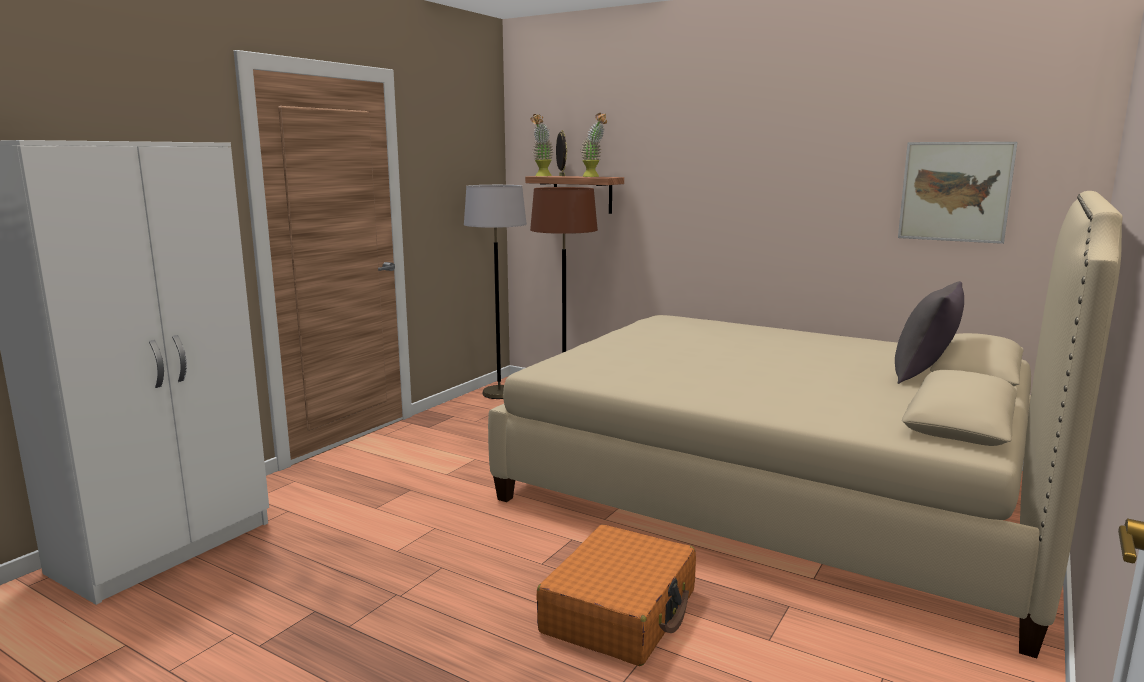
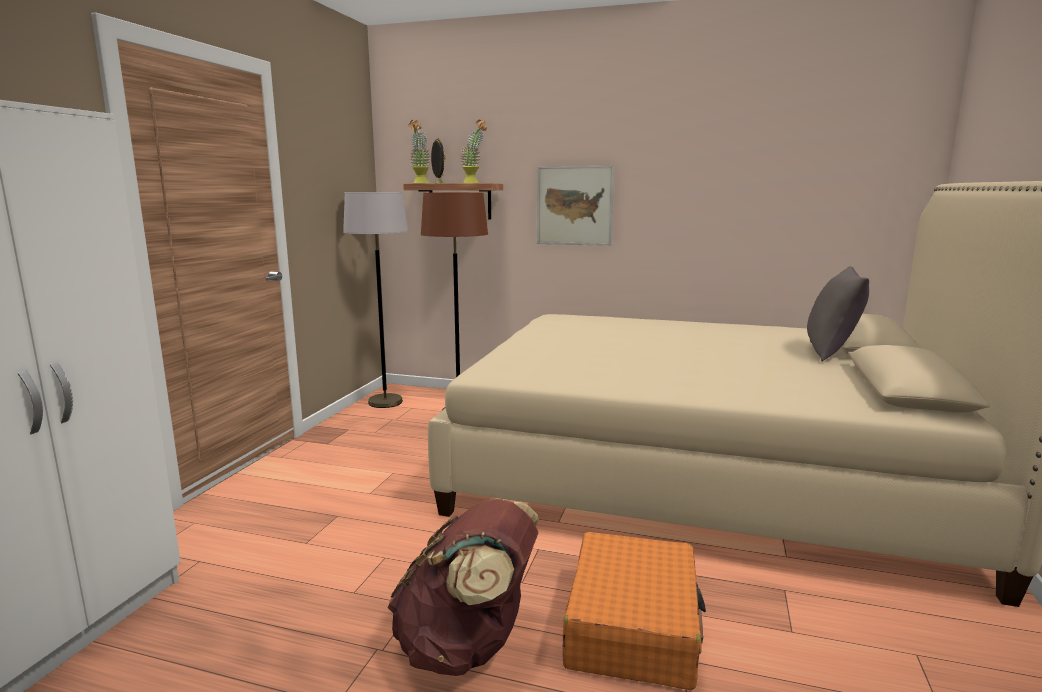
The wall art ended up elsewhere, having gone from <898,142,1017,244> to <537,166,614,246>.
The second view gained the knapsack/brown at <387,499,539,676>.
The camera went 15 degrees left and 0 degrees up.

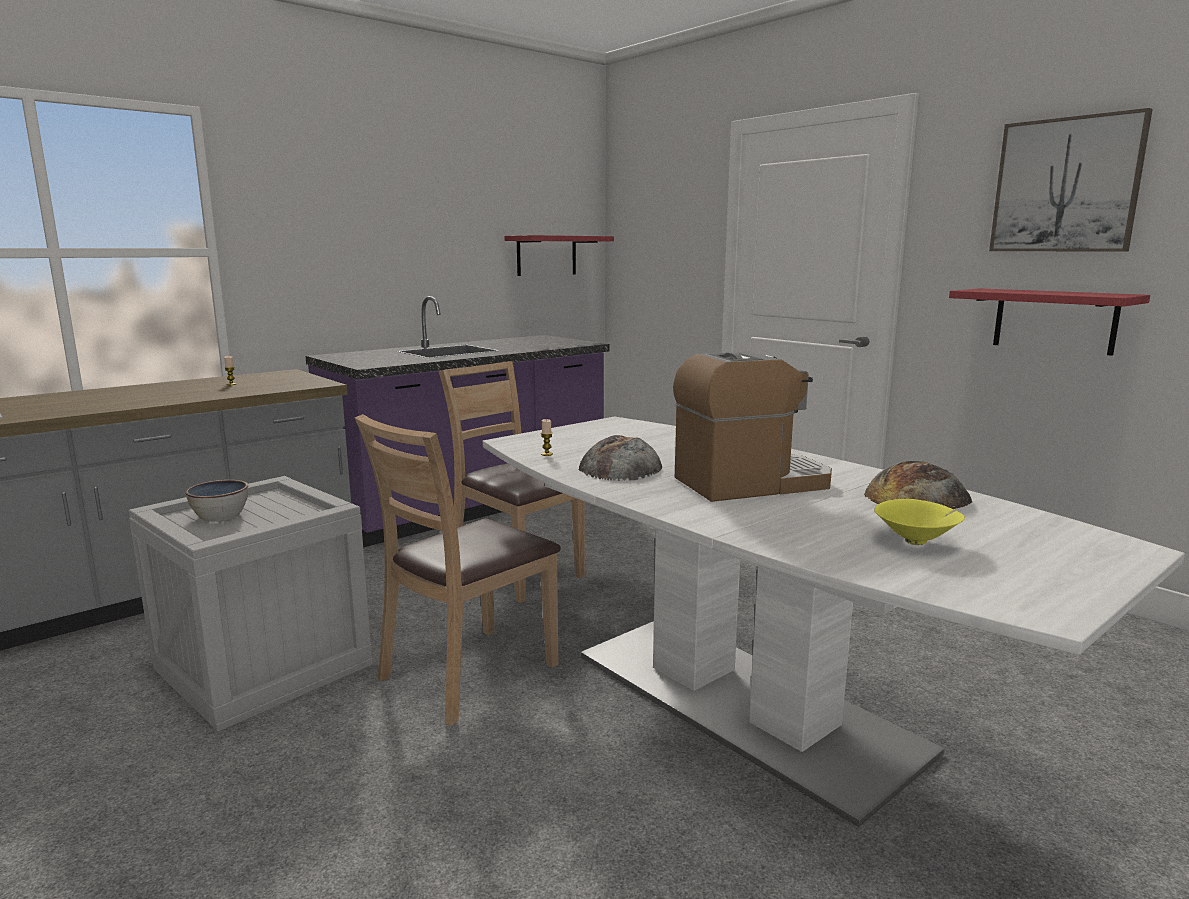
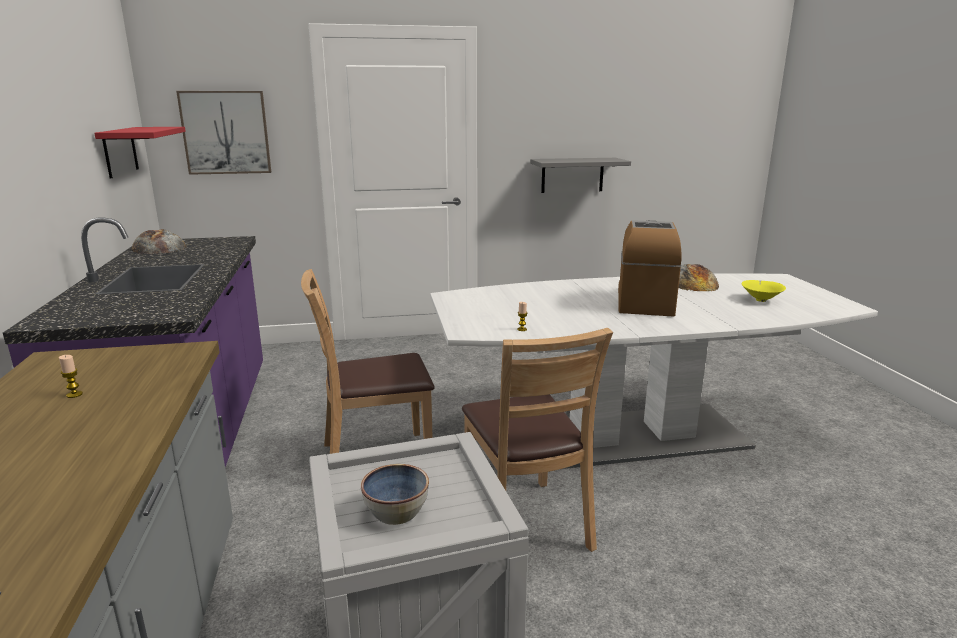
The baked bread ended up elsewhere, having gone from <578,435,662,481> to <131,229,186,254>.
What was the bracket shelf/reddish at <949,288,1150,356> turned into the bracket shelf/gray at <530,158,631,193>.
The wall art ended up elsewhere, having gone from <989,108,1153,252> to <176,91,271,175>.
The camera went 60 degrees left and 5 degrees up.

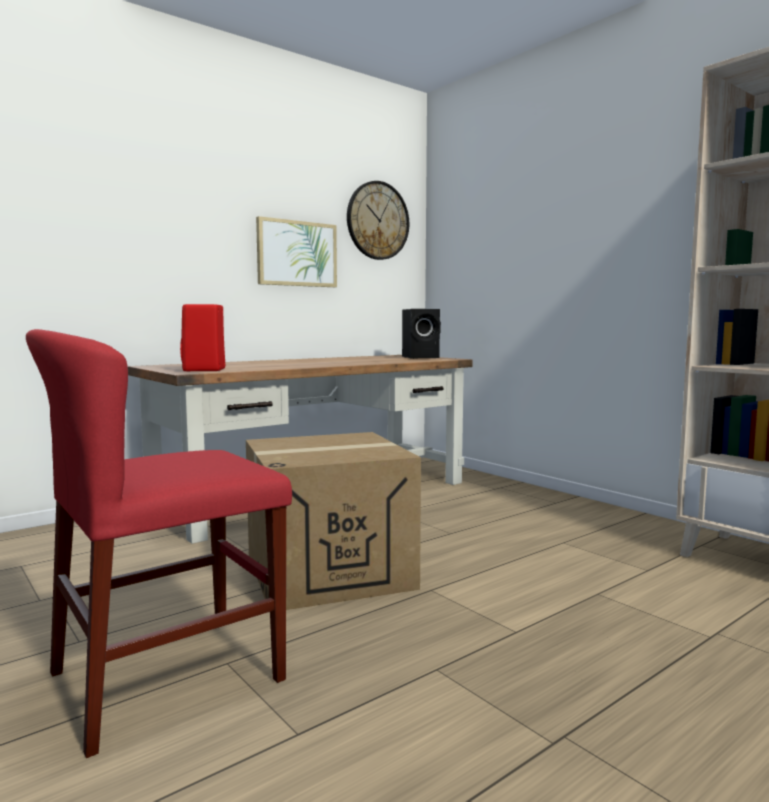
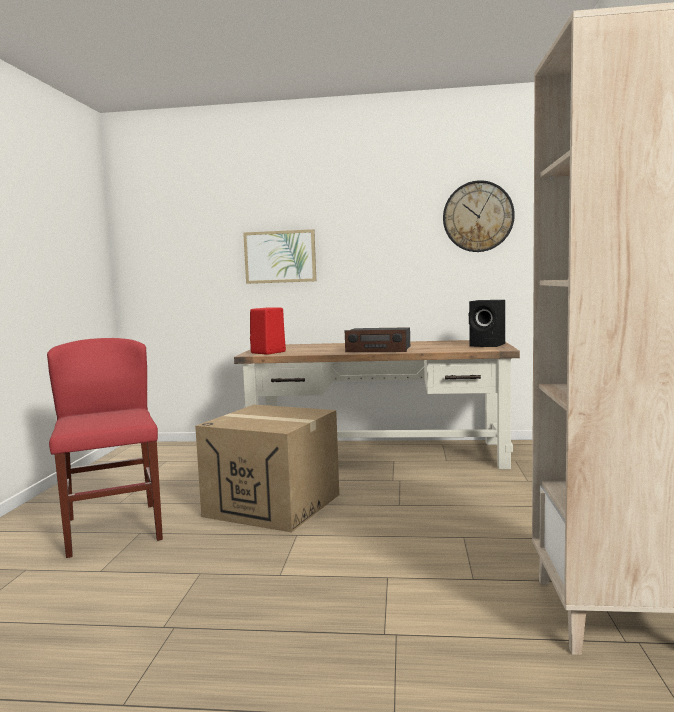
The upright chair/reddish at <26,329,292,758> ended up facing another way, 60 degrees clockwise from before.
The wall art ended up elsewhere, having gone from <256,216,337,287> to <243,229,316,284>.
The second view gained the radio set at <345,327,410,352>.
The camera went 45 degrees right and 0 degrees up.

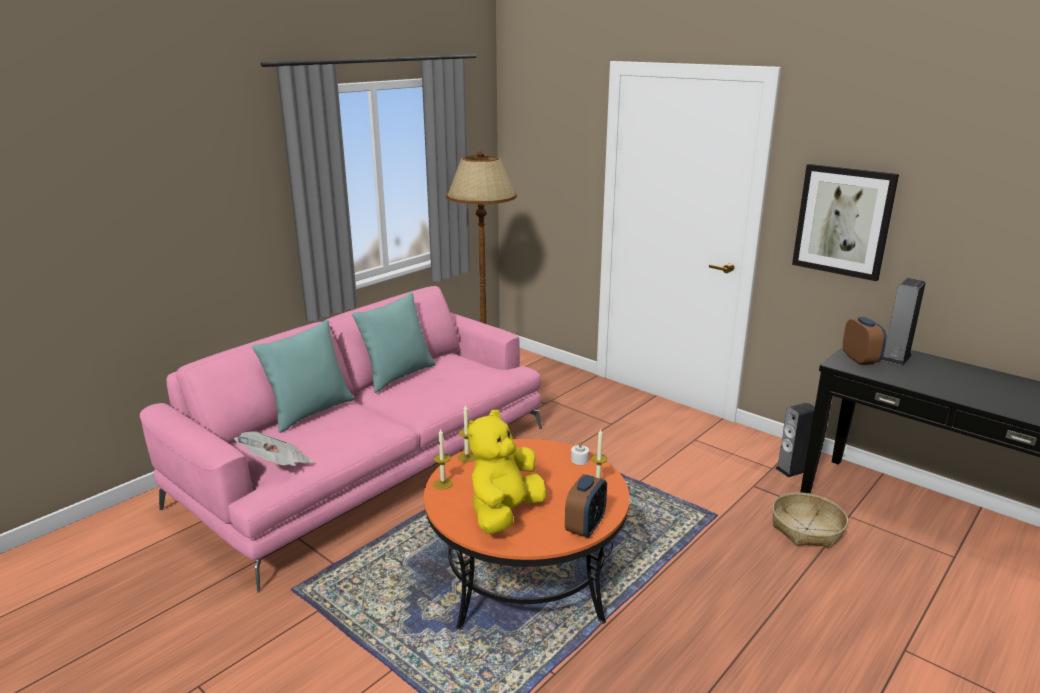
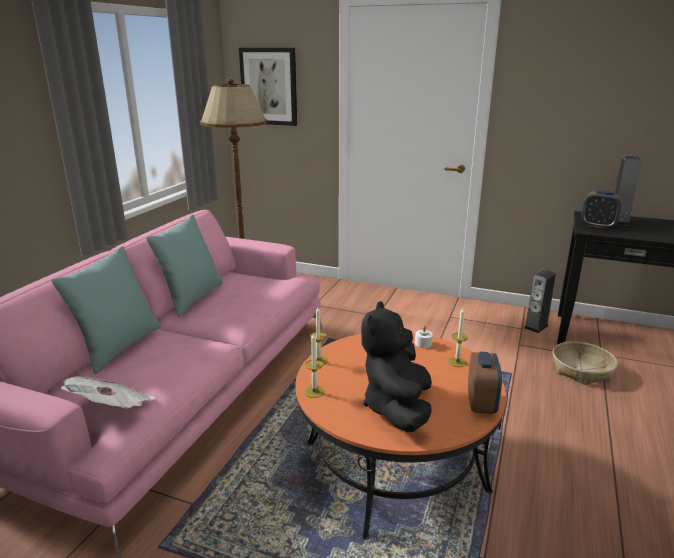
What was the plush toy/yellowish at <467,410,546,534> turned into the plush toy/black-coloured at <361,301,432,432>.
The wall art ended up elsewhere, having gone from <792,164,899,281> to <239,48,297,126>.
The alarm clock at <843,317,886,365> ended up facing another way, 150 degrees clockwise from before.
The camera went 20 degrees left and 0 degrees up.

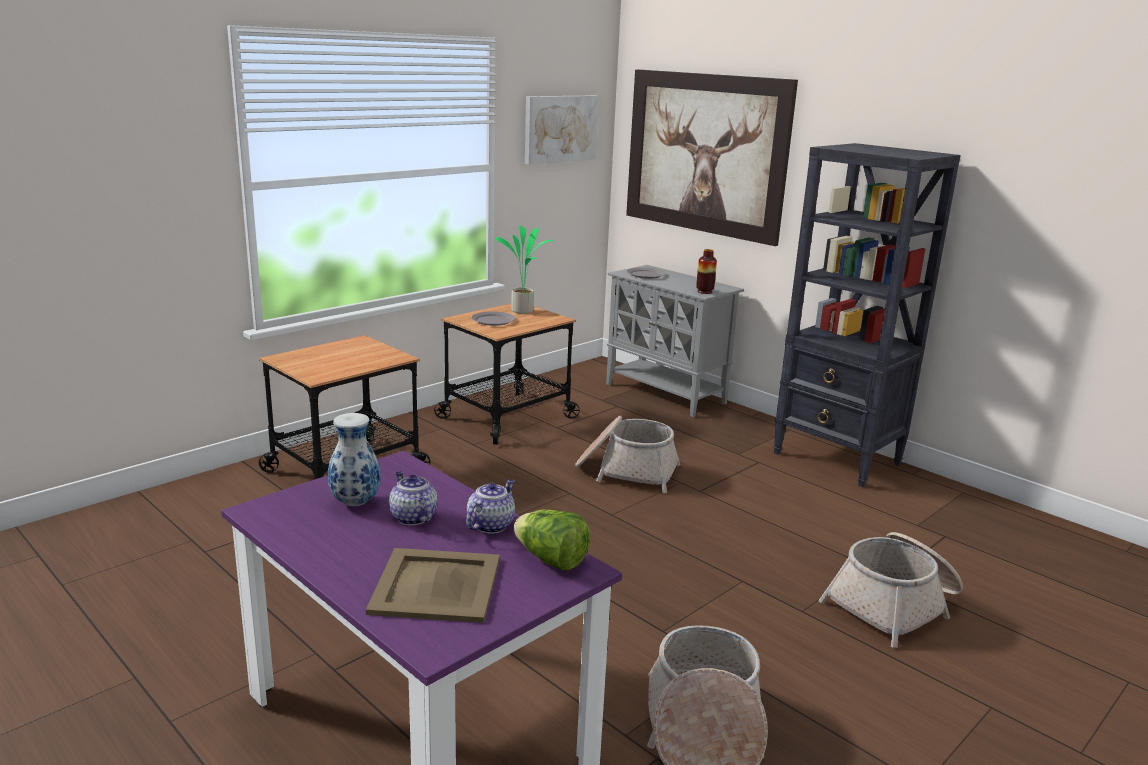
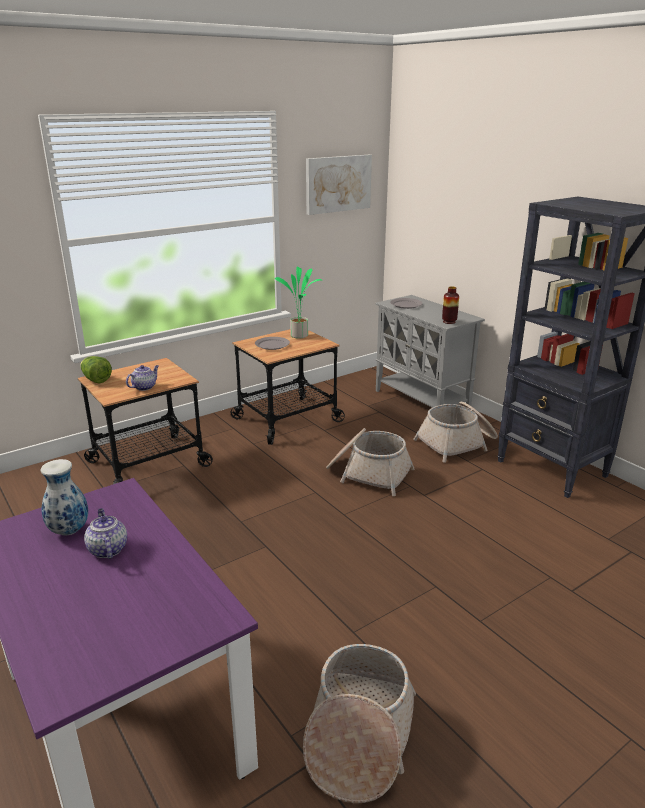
The second view lost the tray/beige at <366,548,500,623>.
The tea pot ended up elsewhere, having gone from <466,479,515,534> to <126,365,159,391>.
The lettuce head ended up elsewhere, having gone from <514,509,590,571> to <80,356,112,383>.
The second view lost the wall art at <626,69,798,246>.
The storage basket ended up elsewhere, having gone from <819,532,963,648> to <413,402,498,463>.
The camera went 10 degrees right and 5 degrees up.

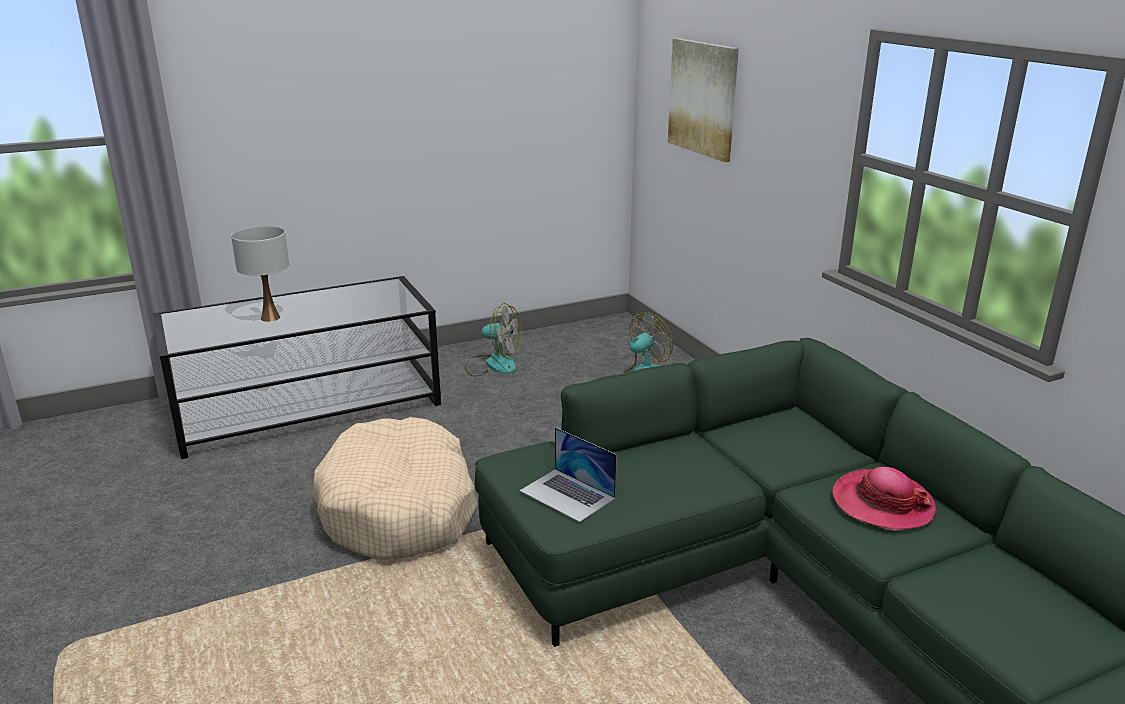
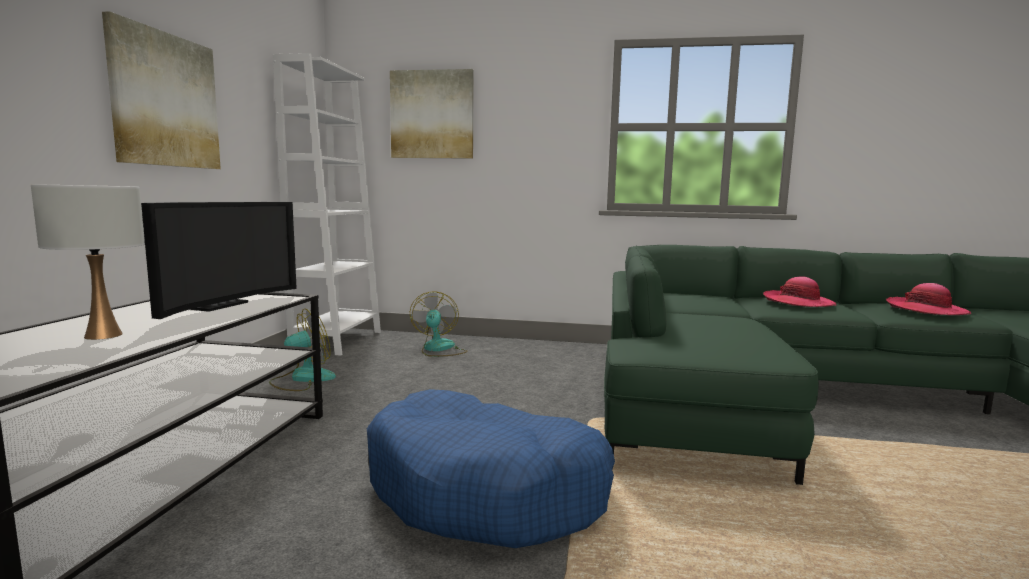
What was the dog bed/beige at <313,417,477,559> turned into the dog bed/bluish at <367,389,615,548>.
The second view lost the portable computer at <520,427,617,522>.
The second view gained the wall art at <102,11,221,169>.
The second view gained the TV at <141,202,297,319>.
The second view gained the bookshelf/white-coloured at <273,53,381,356>.
The second view gained the wearable hat at <886,283,971,315>.
The camera went 55 degrees left and 15 degrees down.

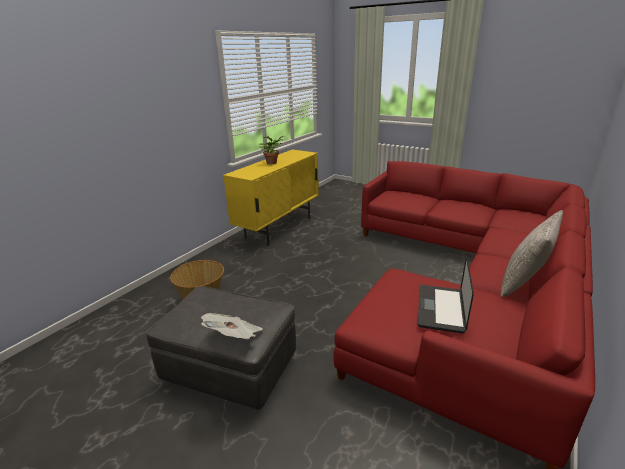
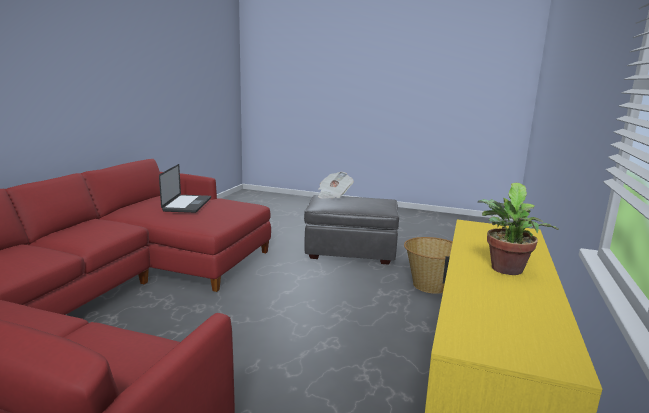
The second view lost the pillow/gray at <501,210,563,297>.
The camera went 165 degrees right and 10 degrees down.

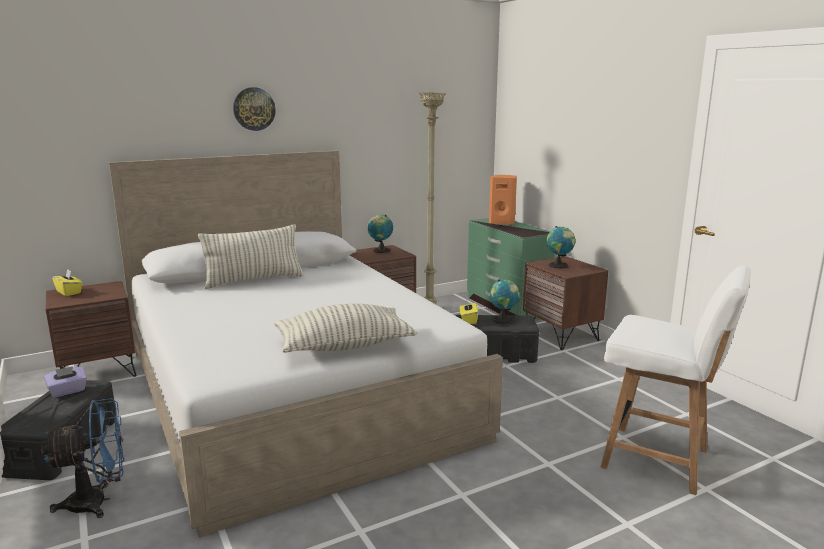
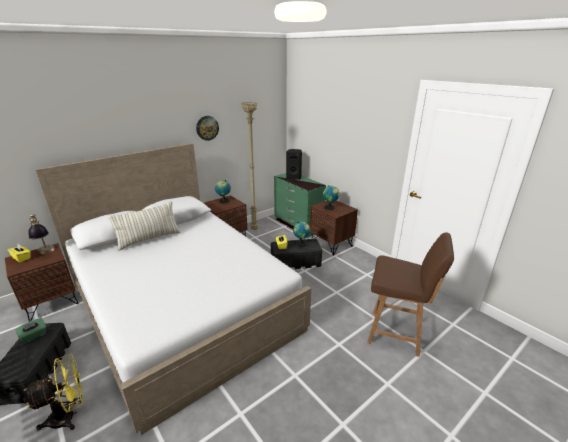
What was the electric fan/bluish at <41,398,124,518> turned into the electric fan/yellowish at <23,354,84,431>.
What was the box of tissues/purplish at <44,366,87,398> turned into the box of tissues/green at <15,318,46,343>.
The clock on the wall ended up elsewhere, having gone from <233,87,276,131> to <196,116,219,141>.
The second view lost the pillow at <274,303,417,353>.
What was the speaker/orangey at <489,175,517,225> turned into the speaker/black-coloured at <286,149,302,180>.
What was the upright chair/white-coloured at <600,266,751,495> turned into the upright chair/brown at <367,232,454,357>.
The second view gained the lamp for a table at <28,214,55,254>.
The camera went 10 degrees left and 10 degrees up.

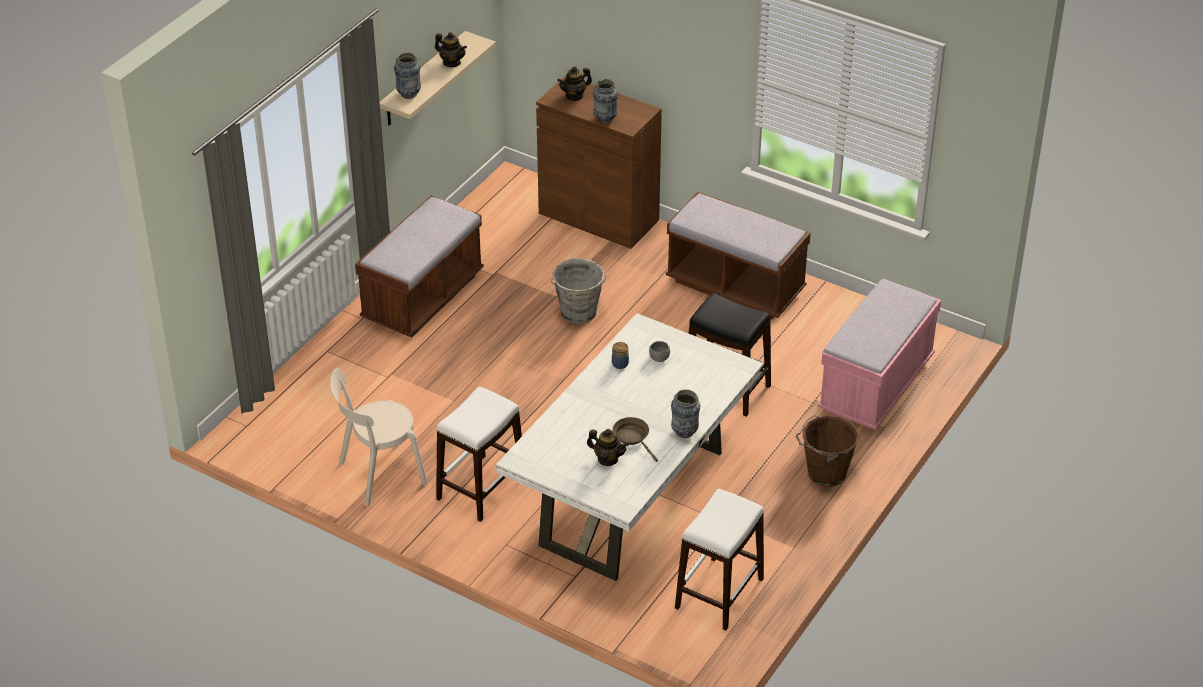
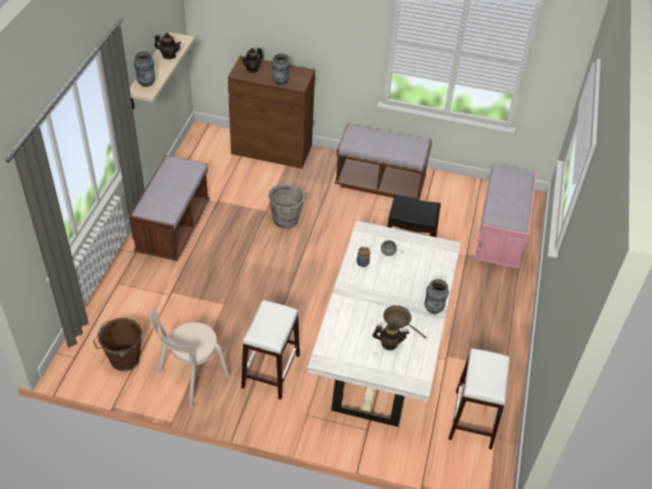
The bucket/brown ended up elsewhere, having gone from <796,415,859,487> to <93,318,142,371>.
The camera went 20 degrees left and 5 degrees up.

